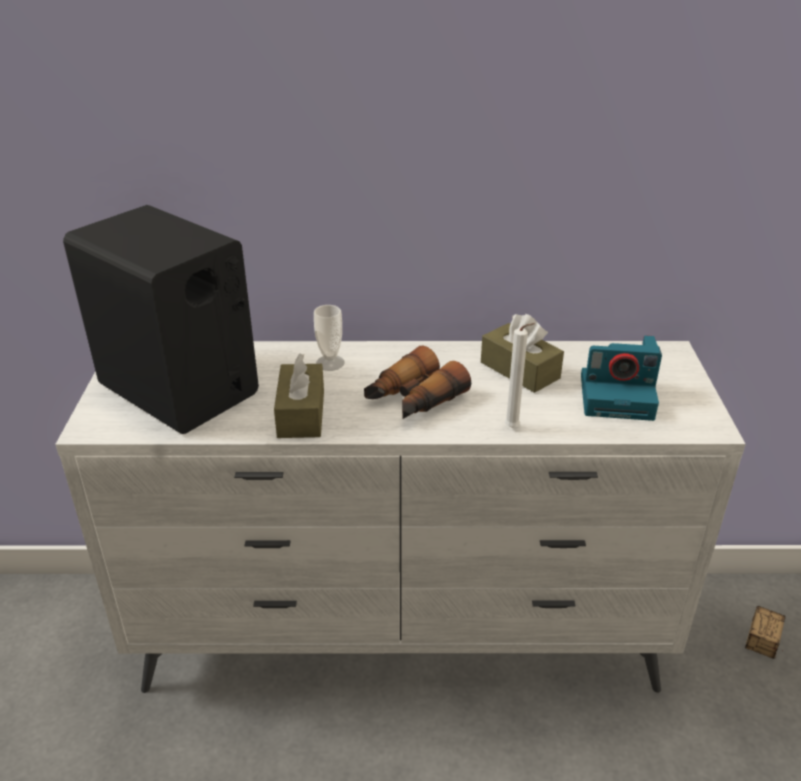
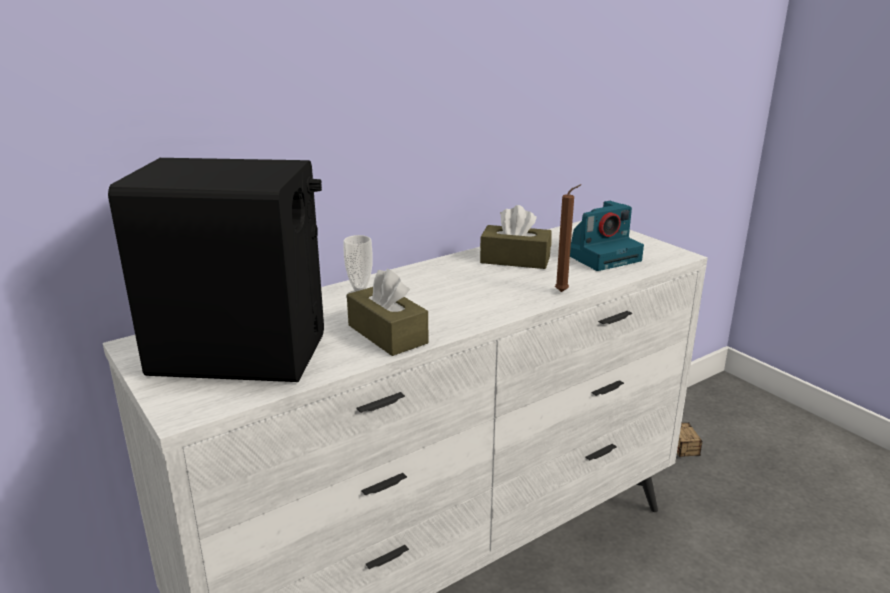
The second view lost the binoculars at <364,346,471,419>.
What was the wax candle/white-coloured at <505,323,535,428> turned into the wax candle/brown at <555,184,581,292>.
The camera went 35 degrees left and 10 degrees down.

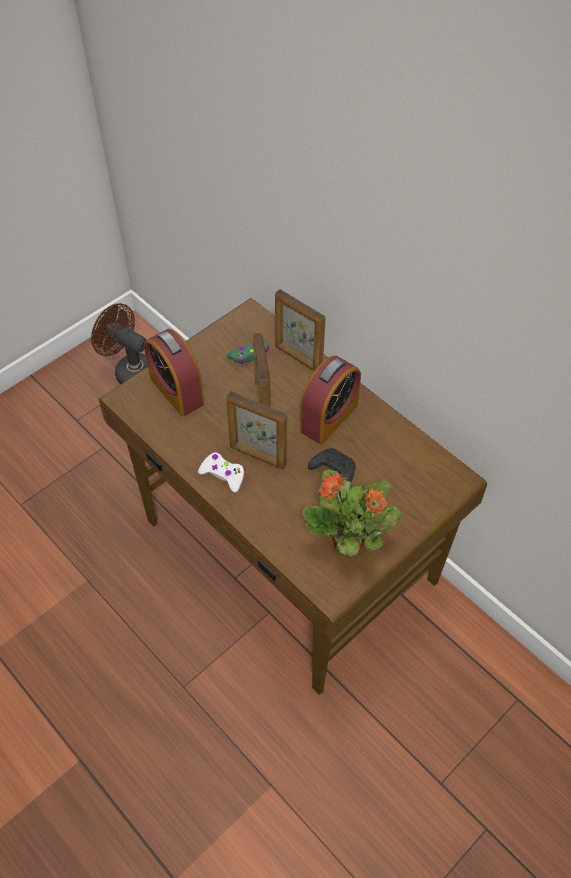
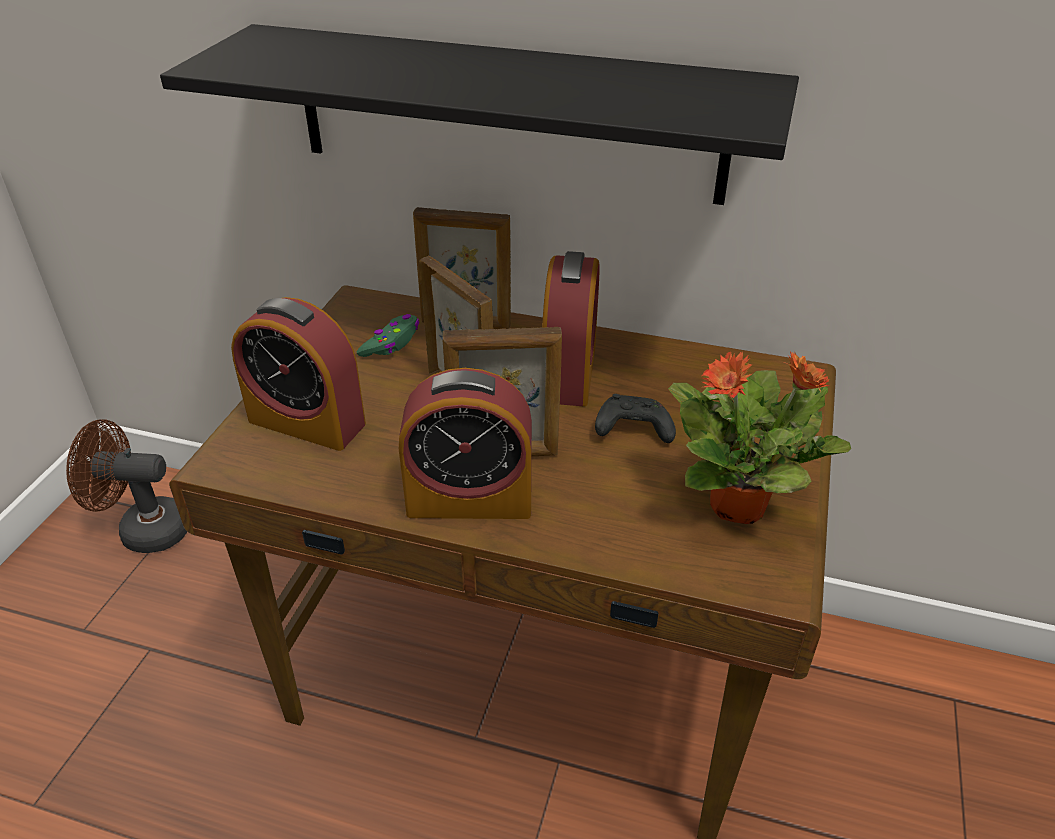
Where the joypad/white-coloured stood at <198,452,245,492>, the alarm clock came to stand at <399,368,532,519>.
The second view gained the bracket shelf/black-coloured at <160,24,799,205>.
The camera went 30 degrees left and 15 degrees down.

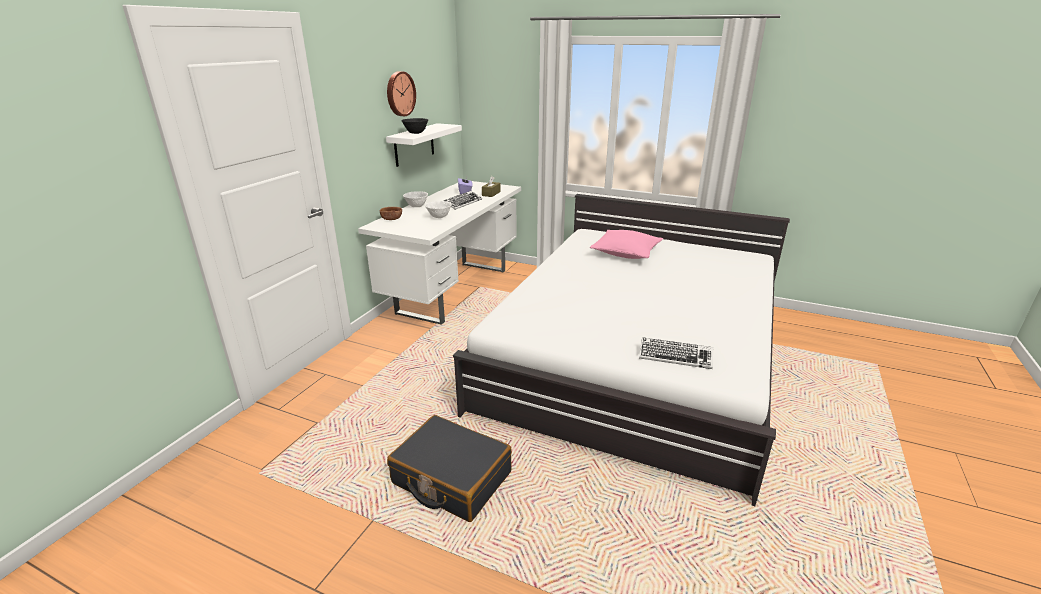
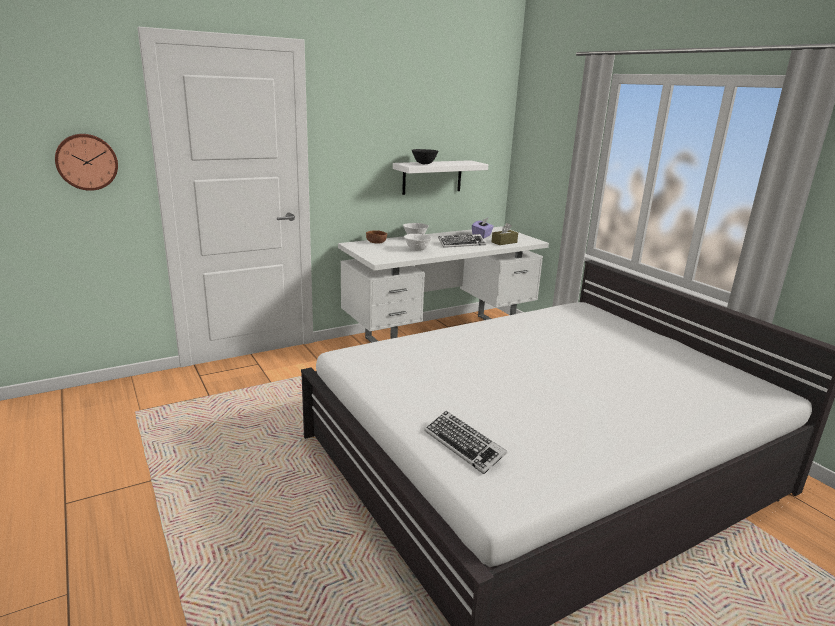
The clock on the wall ended up elsewhere, having gone from <387,71,416,116> to <55,134,118,191>.
The second view lost the travel case/black-coloured at <387,415,512,522>.
The second view lost the pillow/pink at <590,230,663,259>.
The camera went 35 degrees right and 5 degrees down.

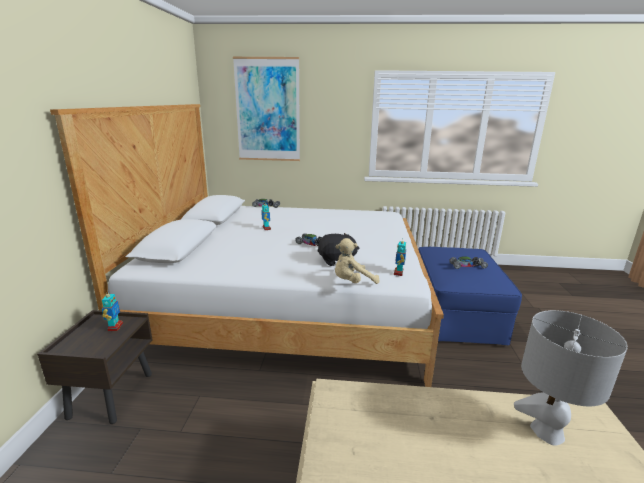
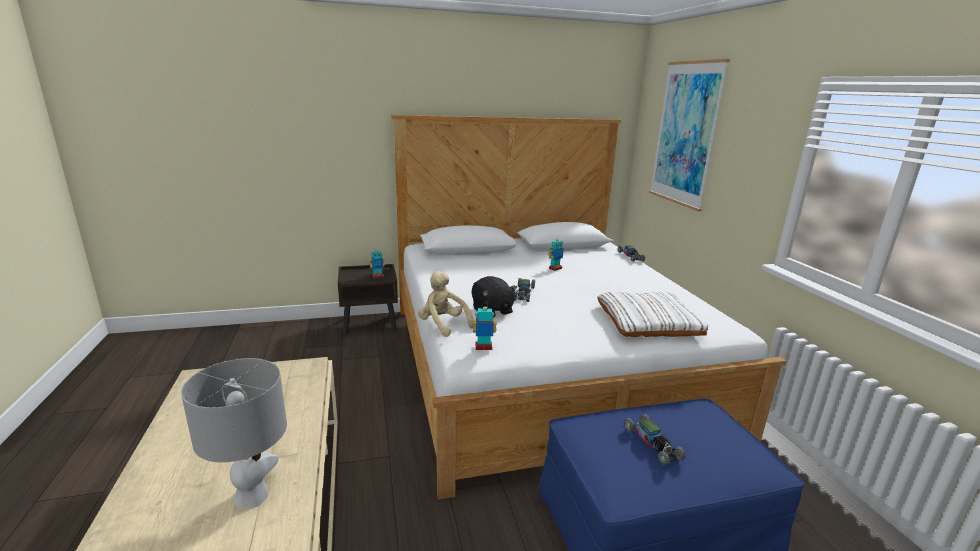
The second view gained the pillow/white-coloured at <597,291,708,337>.
The camera went 70 degrees right and 0 degrees up.

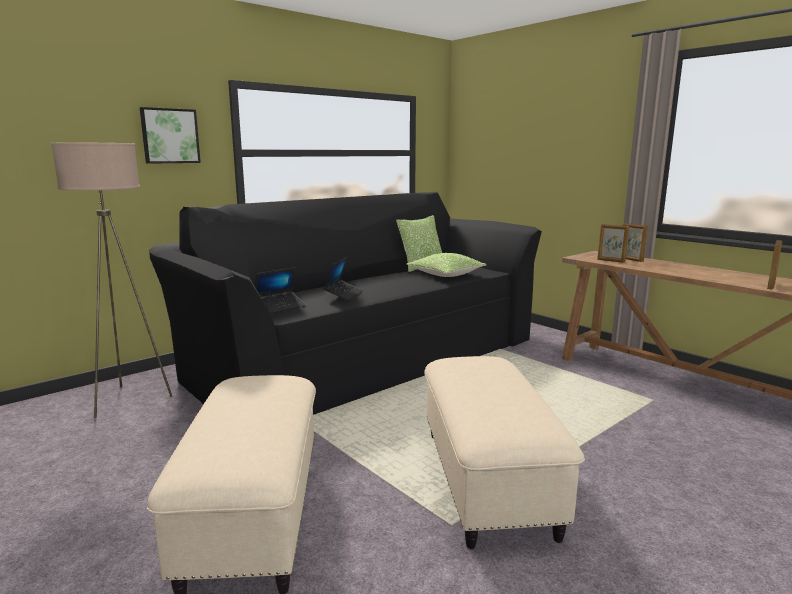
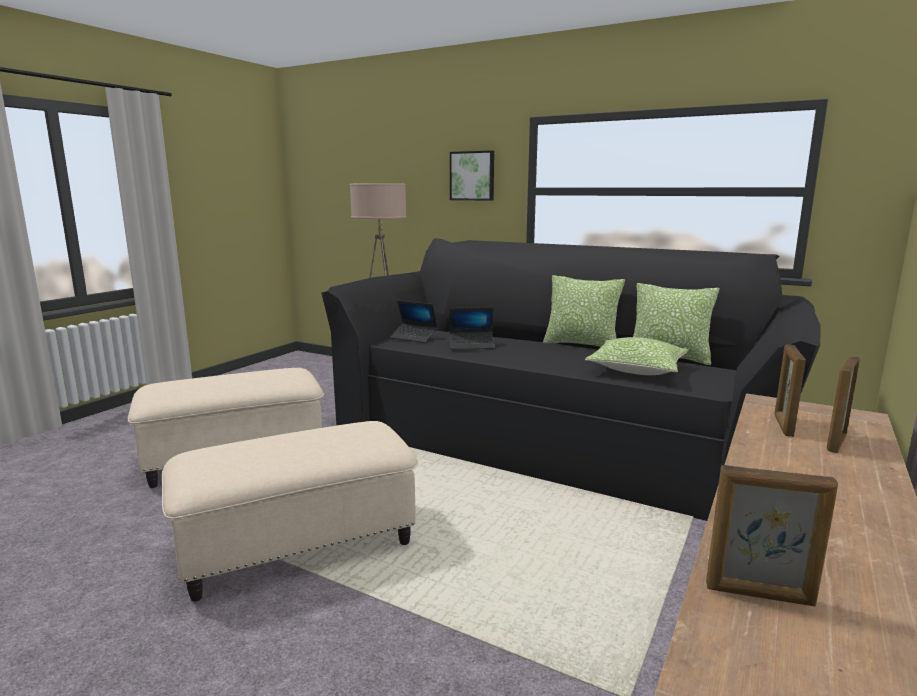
The second view gained the pillow at <543,275,625,347>.
The camera went 70 degrees right and 0 degrees up.

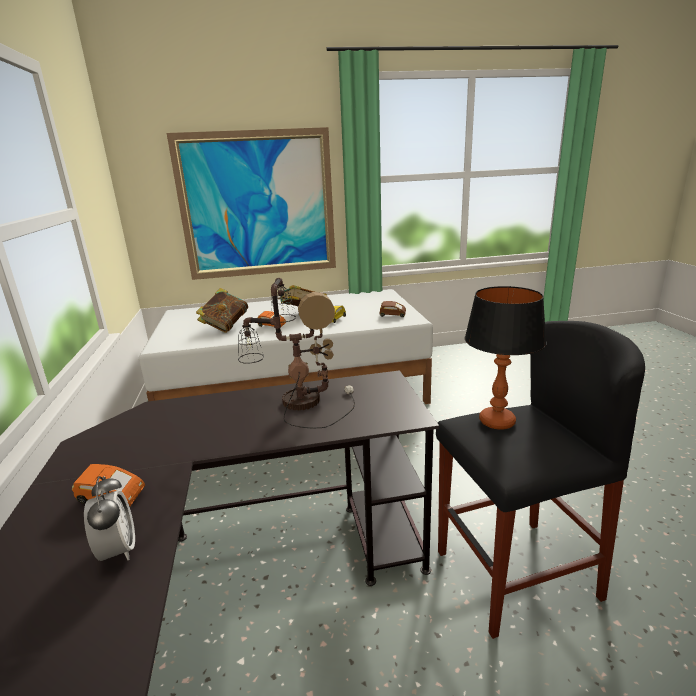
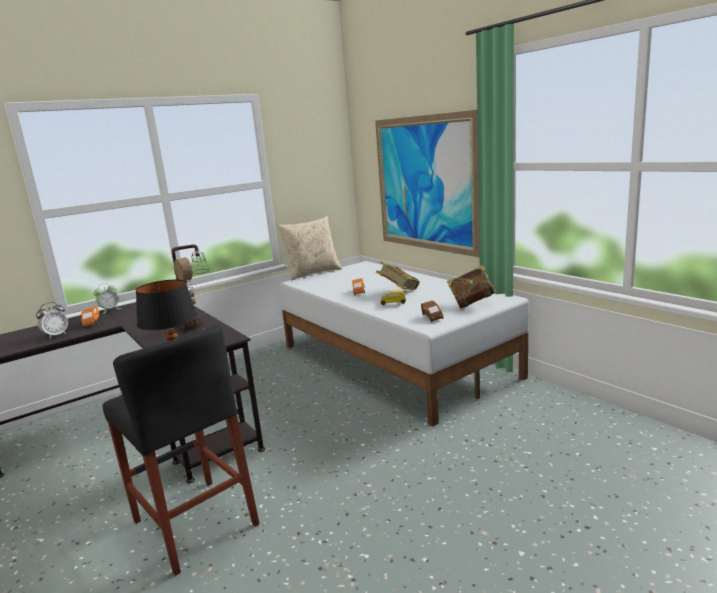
The bound book ended up elsewhere, having gone from <196,288,248,333> to <447,265,497,309>.
The second view gained the alarm clock at <93,283,121,314>.
The second view gained the pillow/beige at <277,216,342,280>.
The camera went 65 degrees right and 5 degrees down.

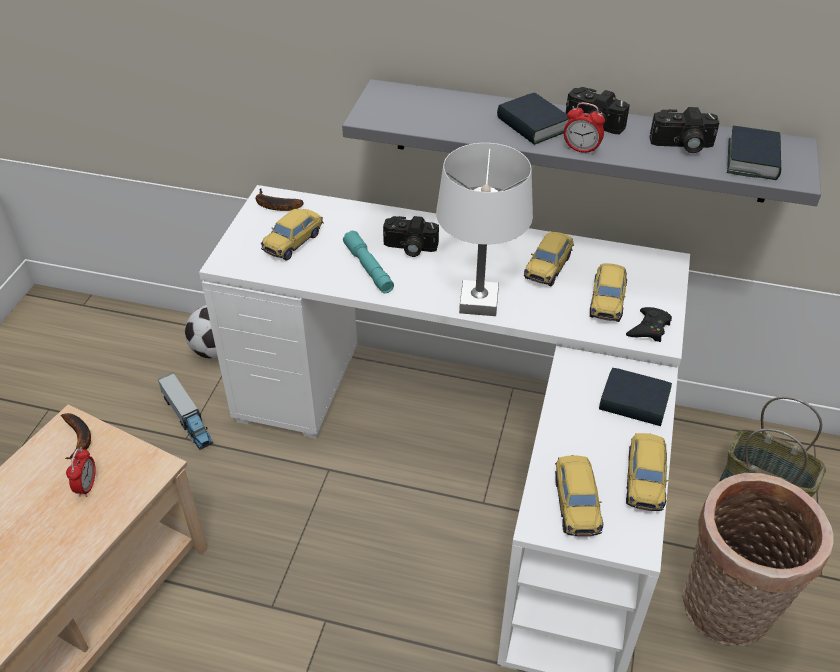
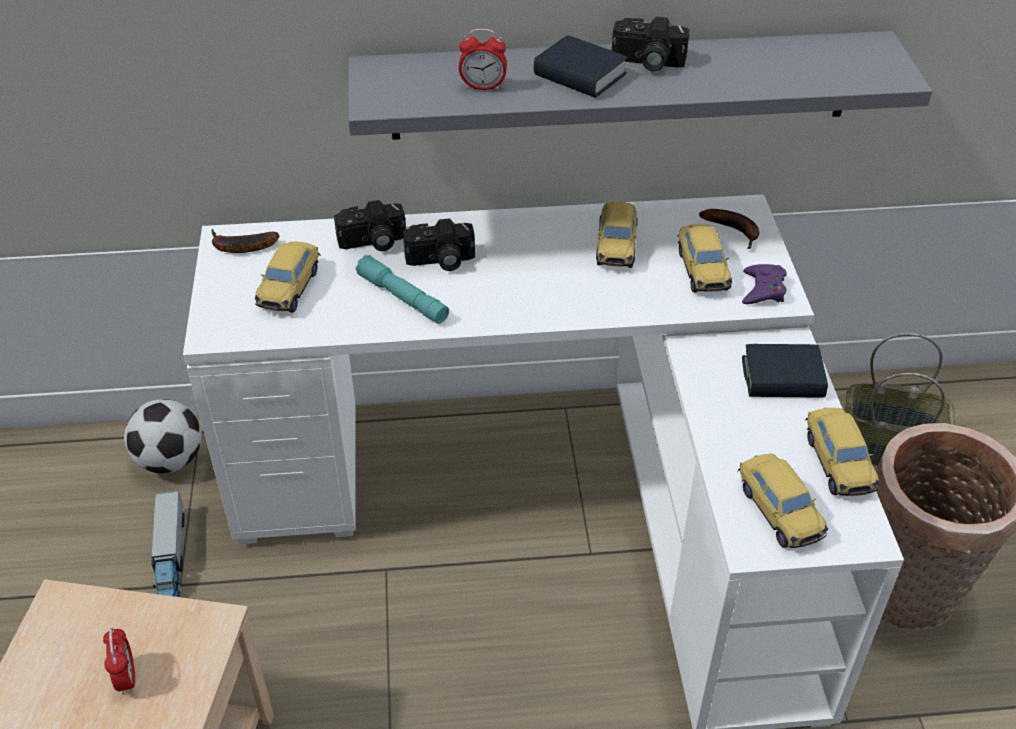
The banana fruit ended up elsewhere, having gone from <61,413,91,459> to <699,209,759,249>.
The model truck at <158,373,213,450> ended up facing another way, 45 degrees clockwise from before.
The second view lost the lamp for a table/white-coloured at <436,143,533,316>.
The alarm clock ended up elsewhere, having gone from <564,102,605,155> to <459,29,507,90>.
What was the joypad/black-coloured at <626,307,672,342> turned into the joypad/purplish at <742,264,787,304>.
The photo camera ended up elsewhere, having gone from <650,107,719,153> to <334,200,406,251>.
The second view lost the bound book at <727,126,781,180>.
The camera went 20 degrees left and 0 degrees up.

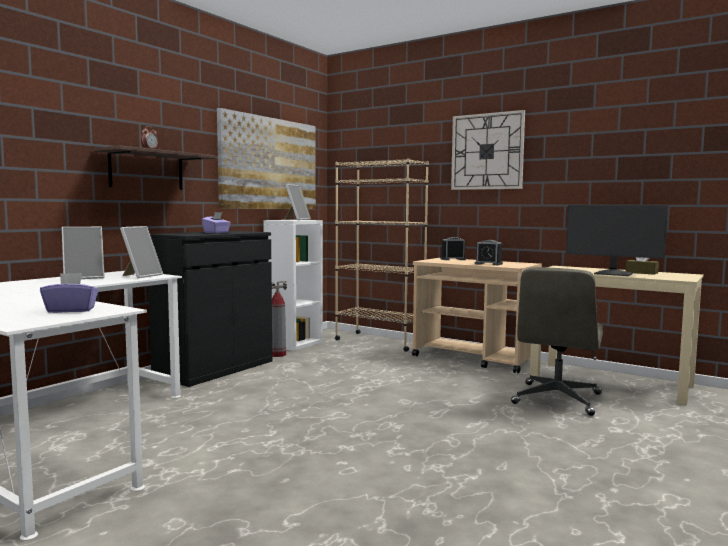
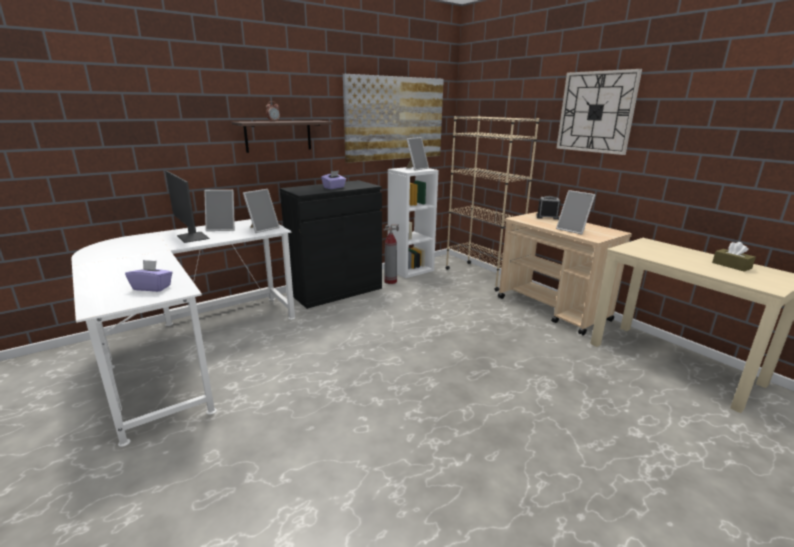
Where the alarm clock stood at <475,240,503,265>, the picture frame came to stand at <556,190,595,235>.
The second view lost the computer chair/gray at <511,267,603,416>.
The computer display ended up elsewhere, having gone from <566,205,668,276> to <165,171,209,243>.
The camera went 20 degrees right and 15 degrees up.

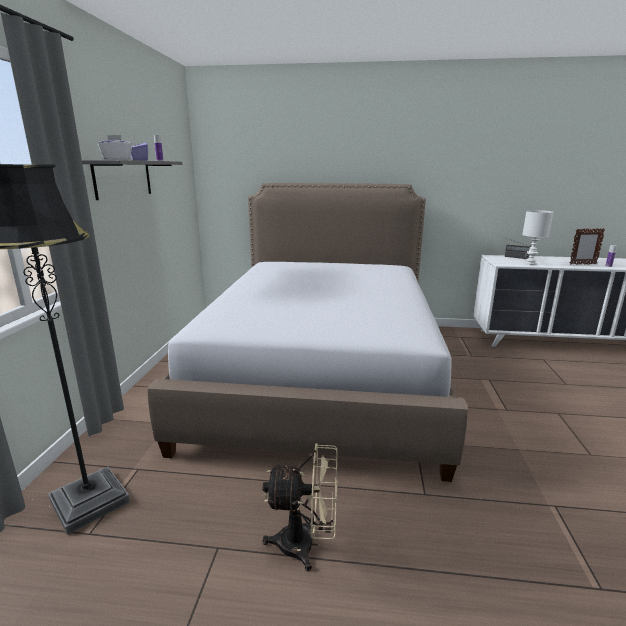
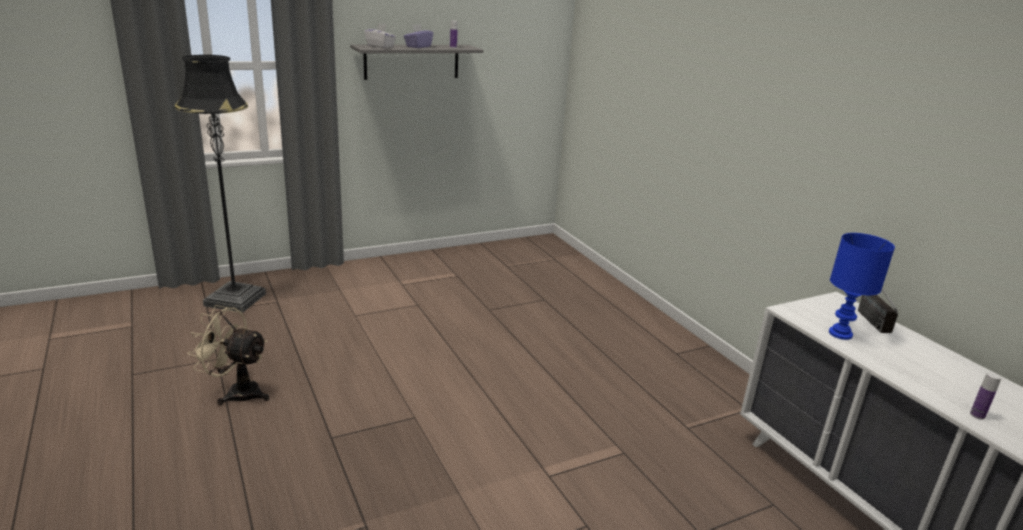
The second view lost the bed at <147,183,468,482>.
The electric fan/beige at <262,443,338,572> ended up facing another way, 135 degrees clockwise from before.
What was the lamp for a table/white-coloured at <522,210,553,265> turned into the lamp for a table/bluish at <829,233,895,340>.
The second view lost the picture frame at <570,228,605,265>.
The camera went 55 degrees right and 5 degrees up.

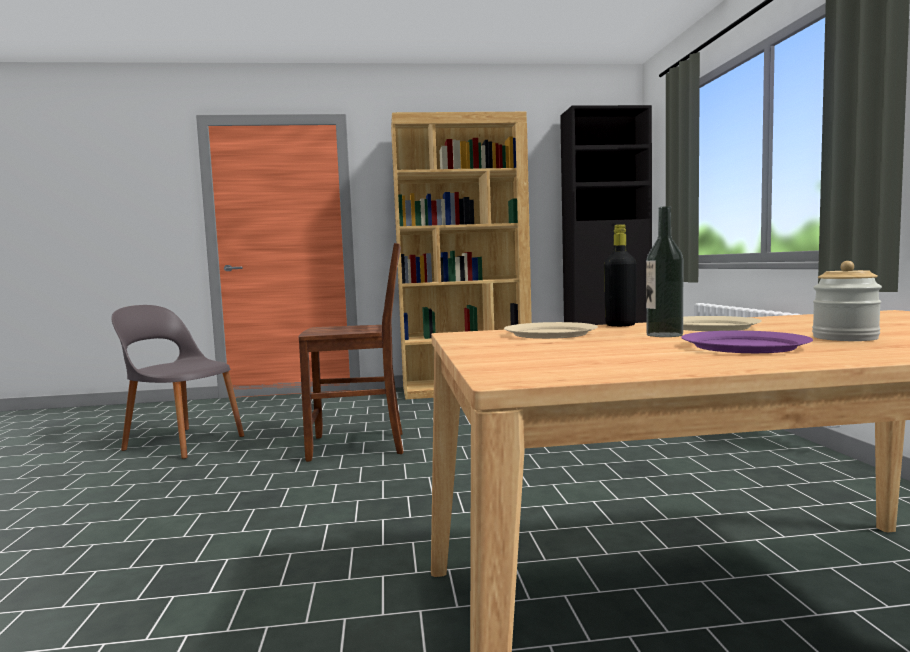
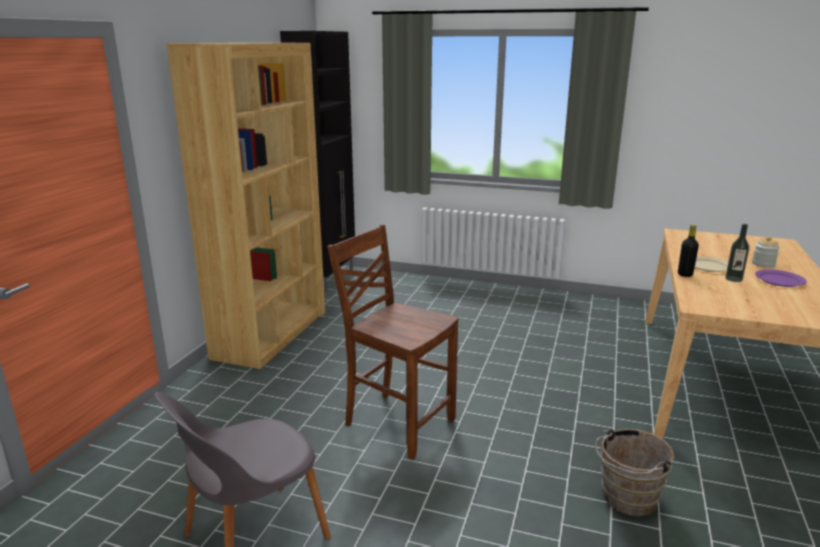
The upright chair/brown at <299,243,403,462> ended up facing another way, 75 degrees counterclockwise from before.
The second view lost the flat dish/beige at <504,322,598,339>.
The second view gained the bucket/brown at <595,429,675,516>.
The camera went 65 degrees left and 15 degrees up.

